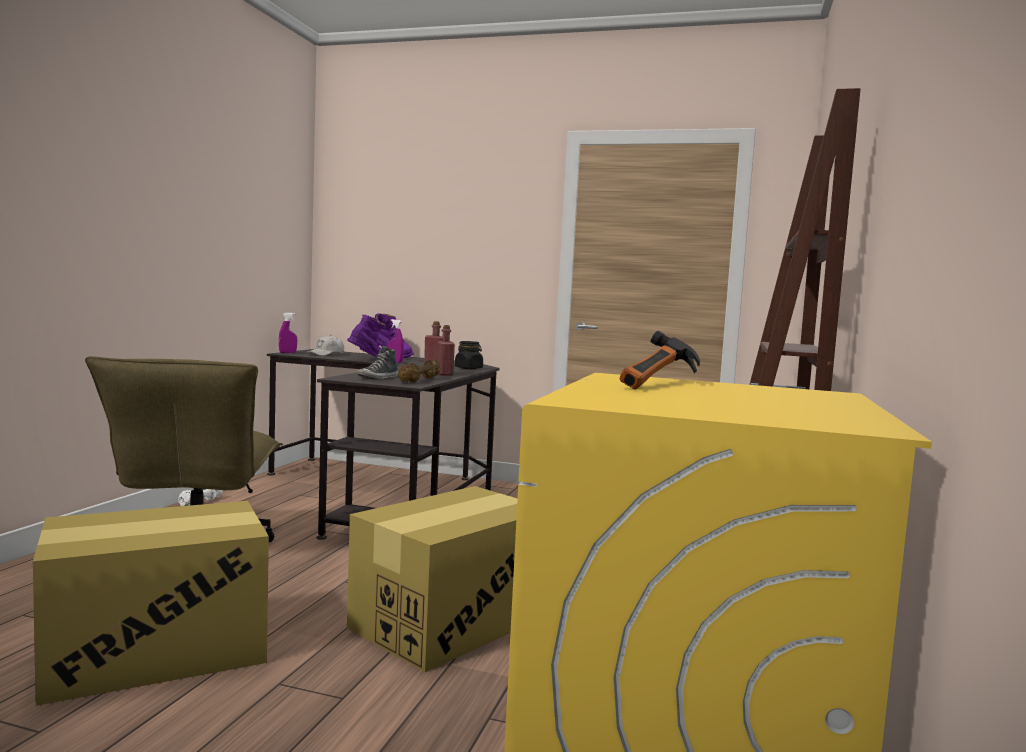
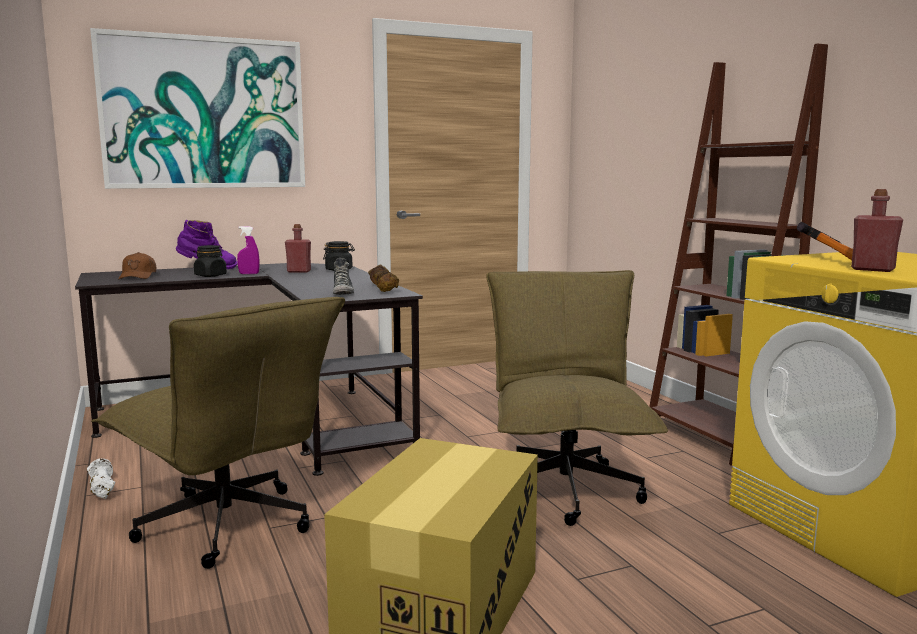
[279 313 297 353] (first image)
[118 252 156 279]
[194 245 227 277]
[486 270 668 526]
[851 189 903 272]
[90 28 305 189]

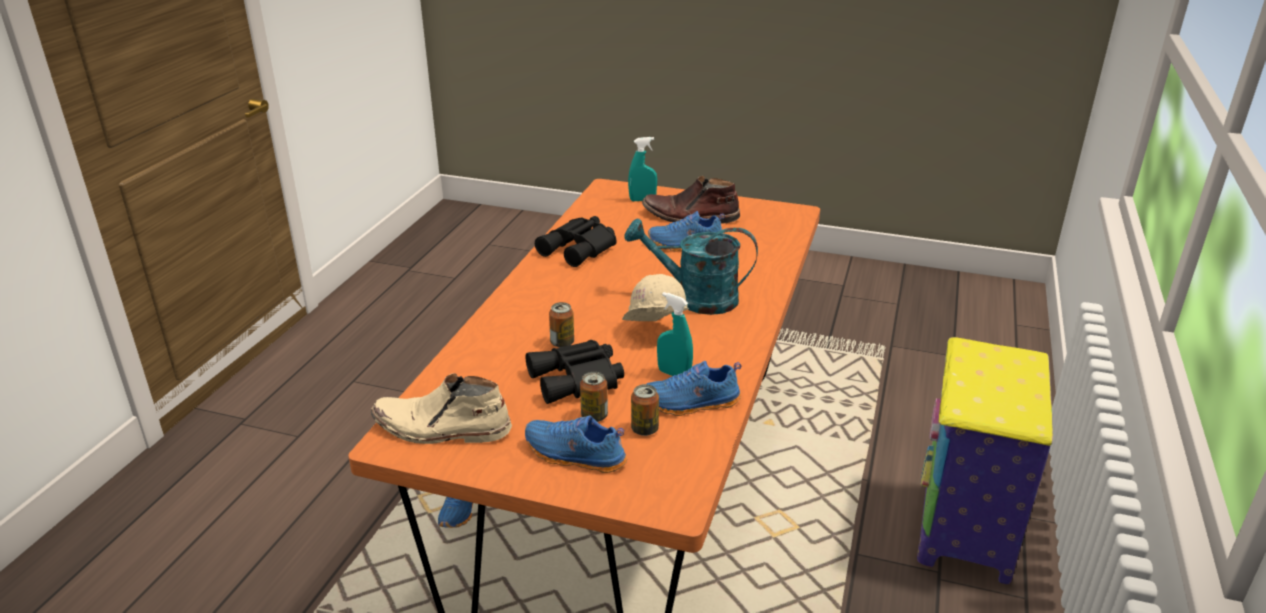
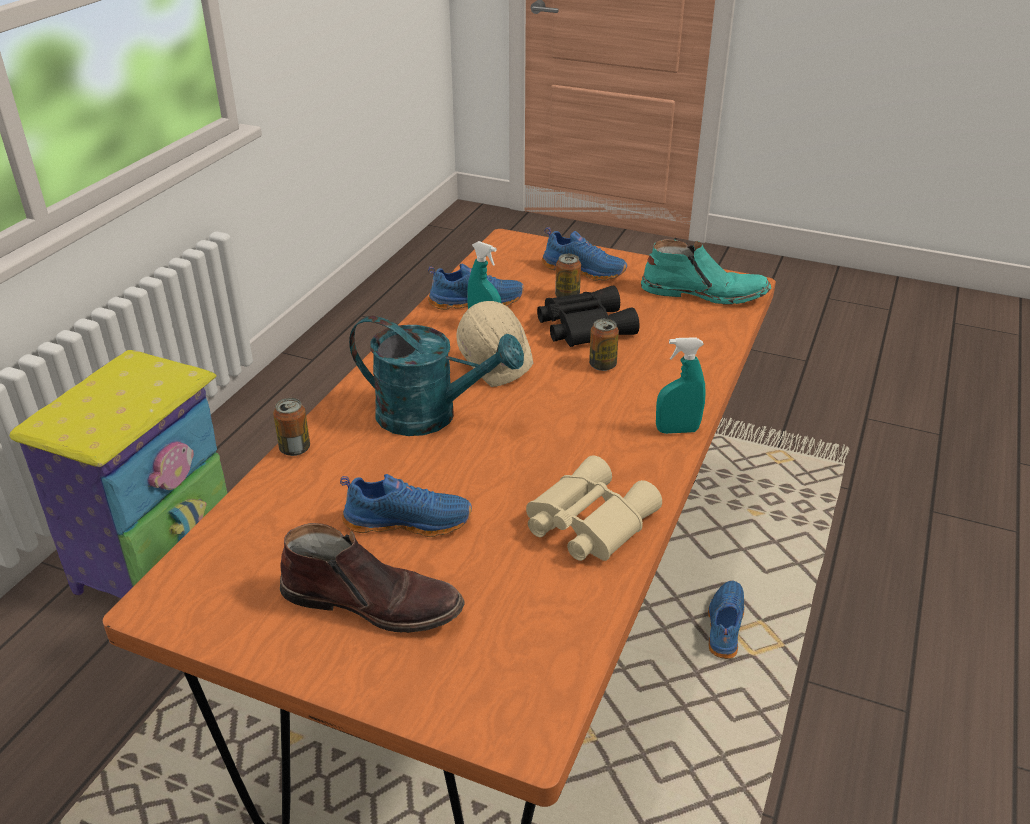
[641 239 771 304]
[526 455 662 561]
[656 337 706 434]
[273 398 310 456]

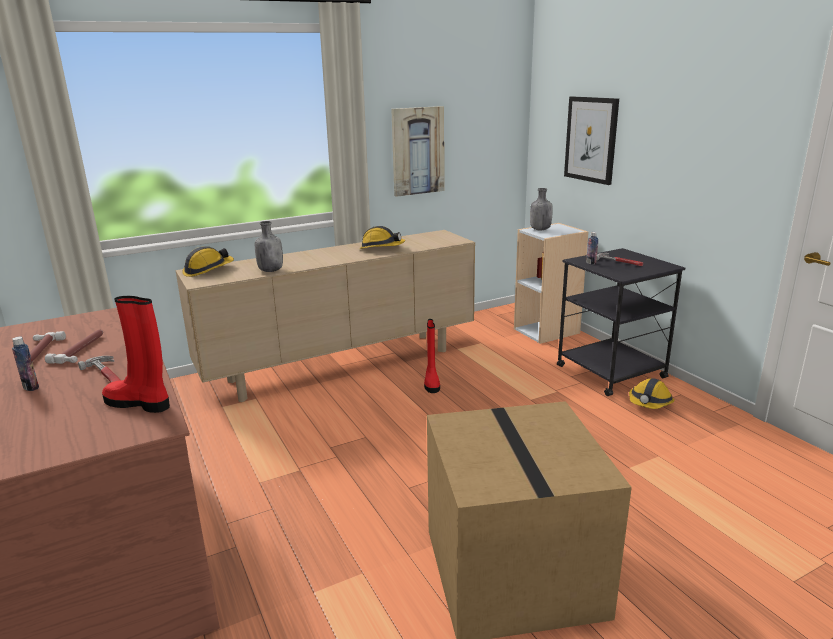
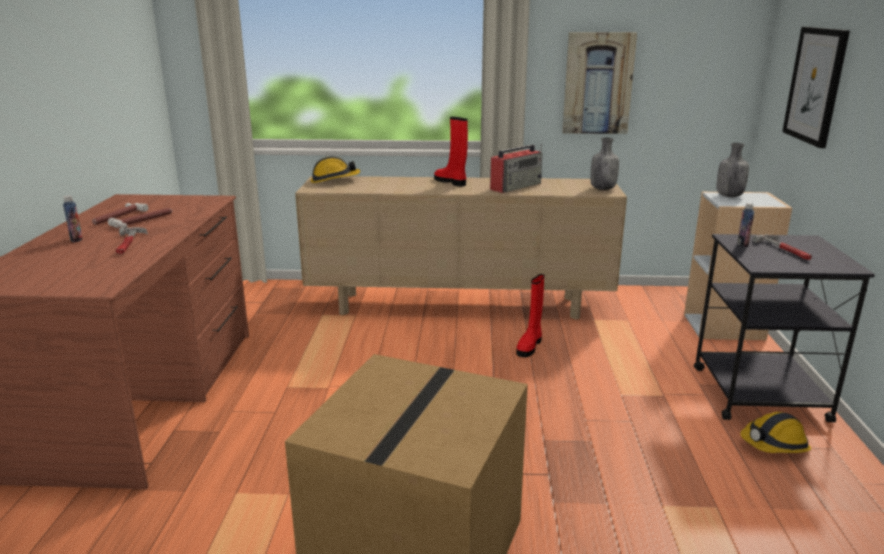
[434 117 468 186]
[590 138 619 190]
[490 143 542 193]

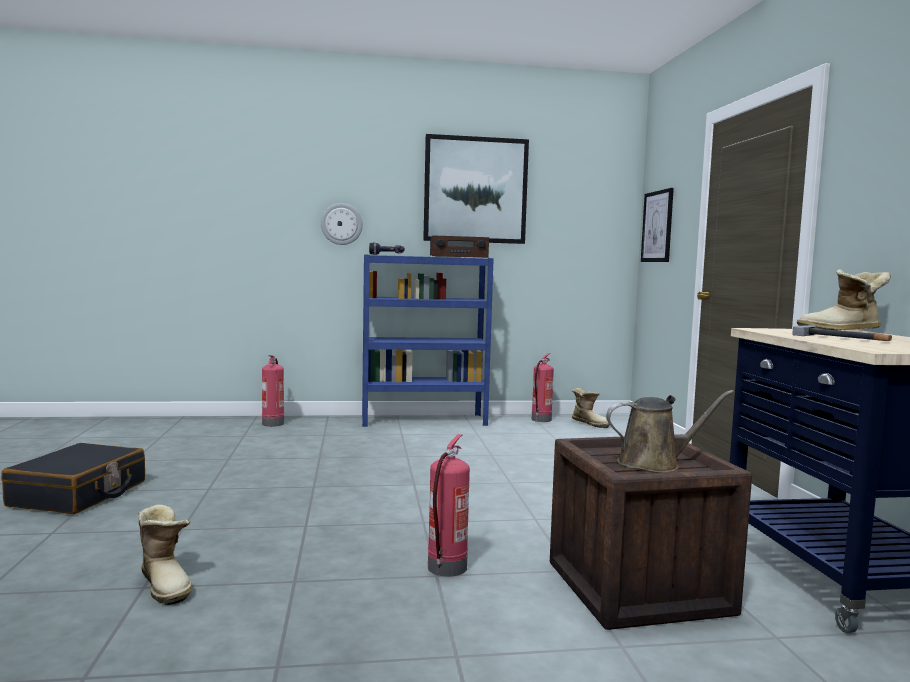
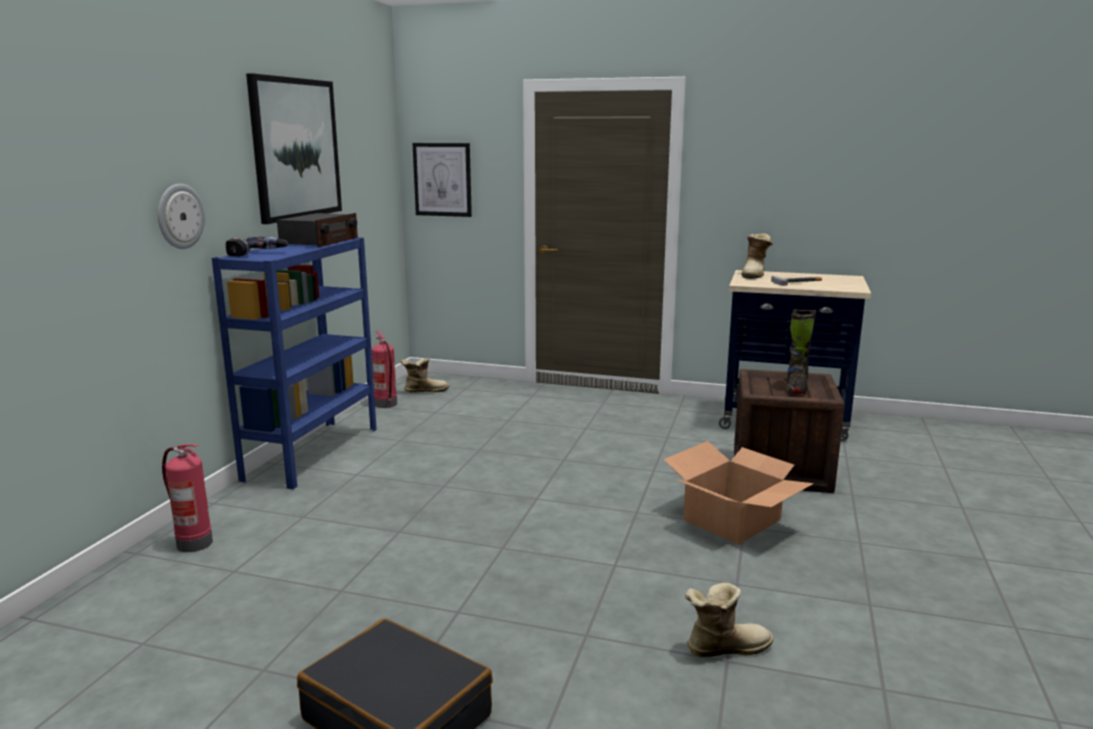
[663 441 814 545]
[786 309 816 394]

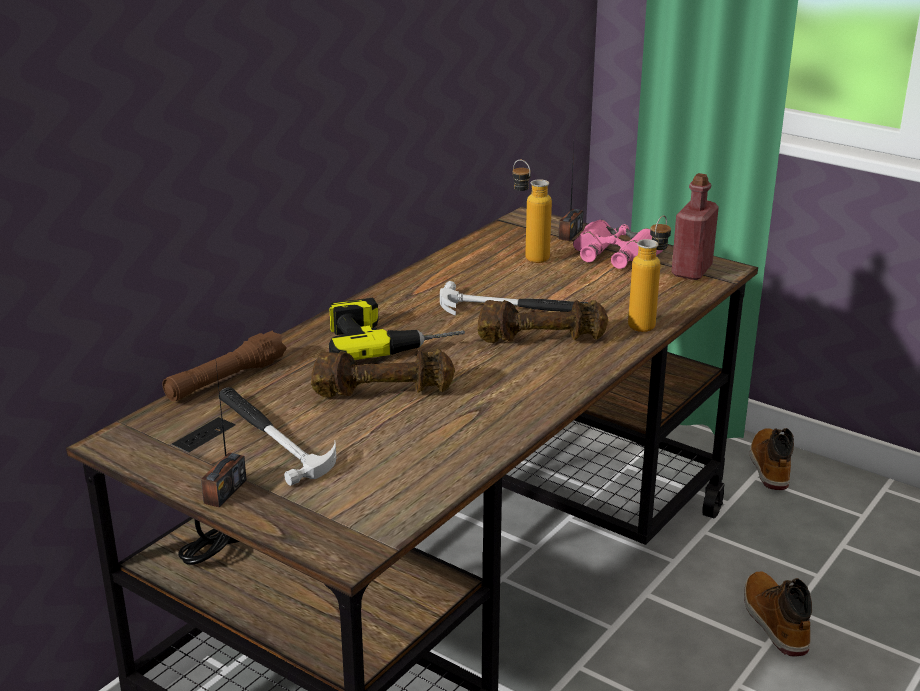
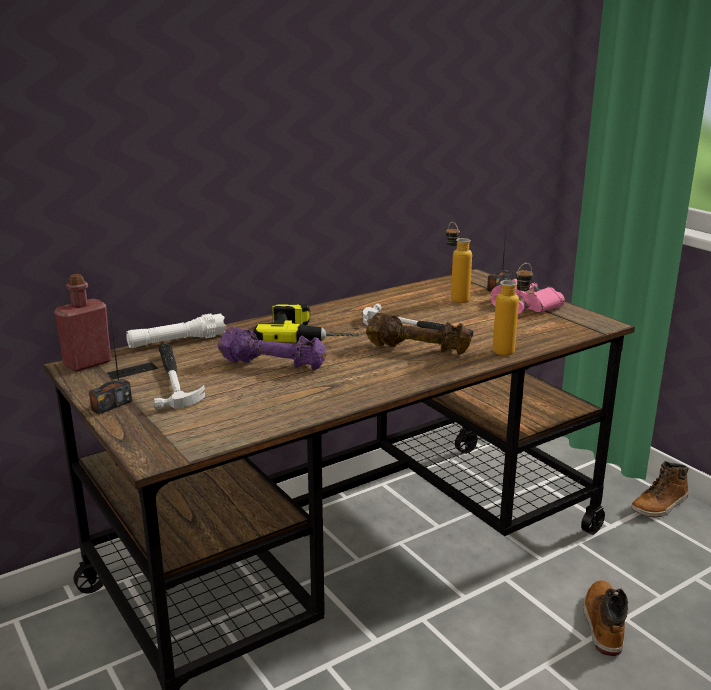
[126 313 227 348]
[218 327 326 370]
[54 274 111 372]
[631 461 689 518]

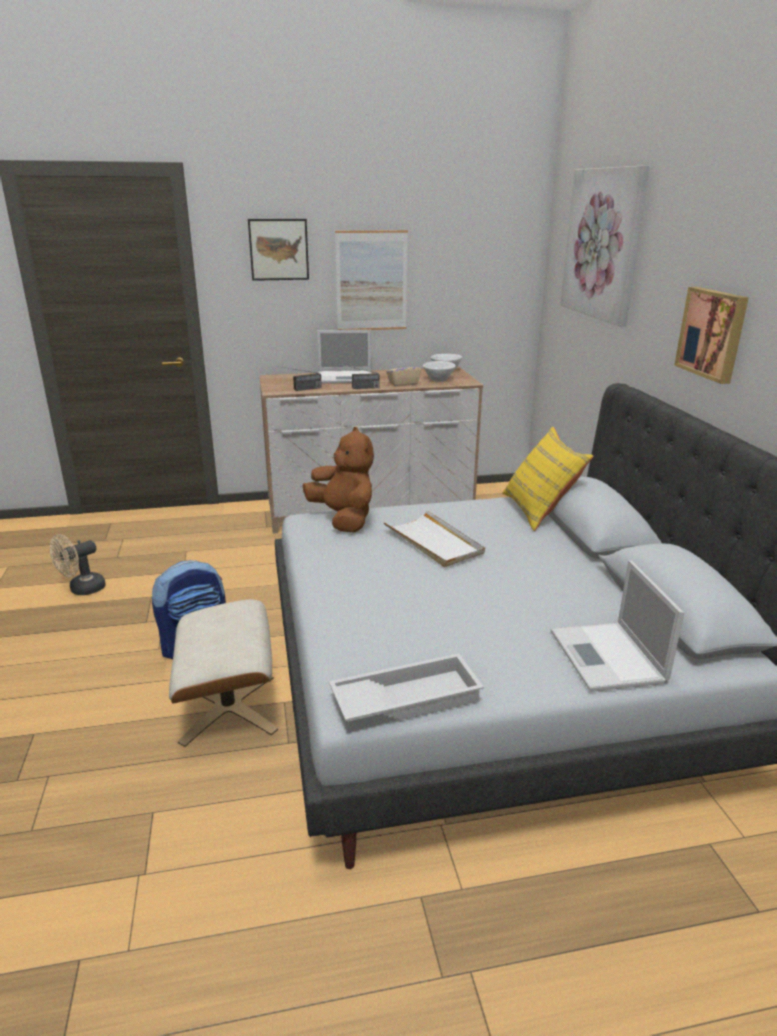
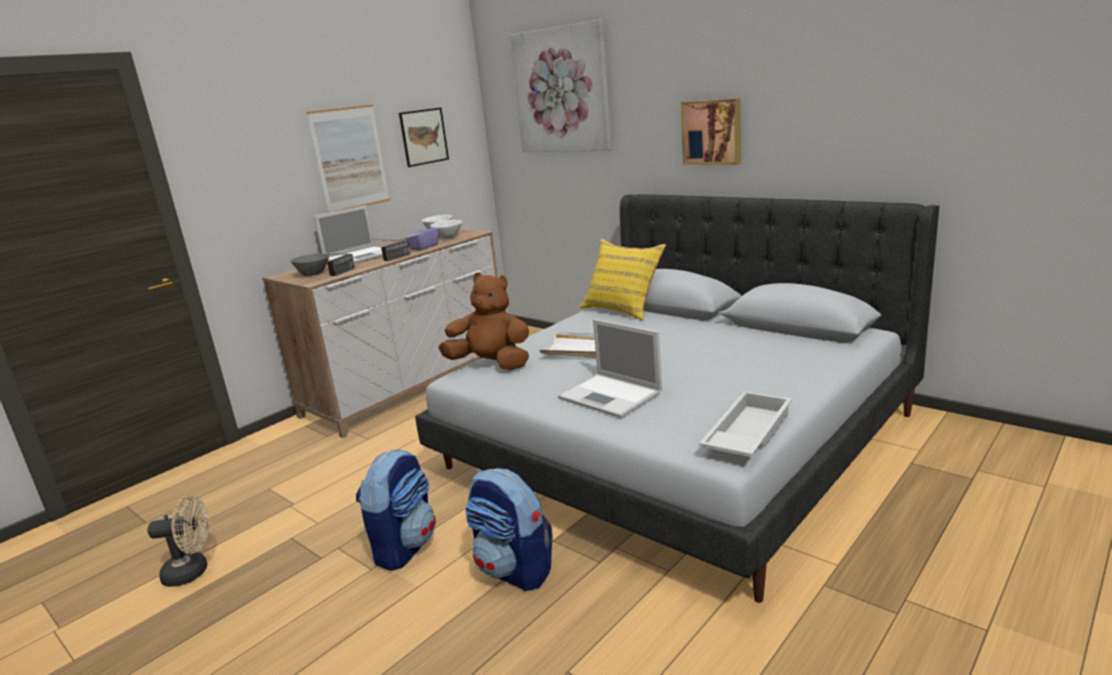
[148 495 210 587]
[465 468 553 591]
[399 108 449 167]
[405 222 439 250]
[558 319 662 418]
[291 253 329 276]

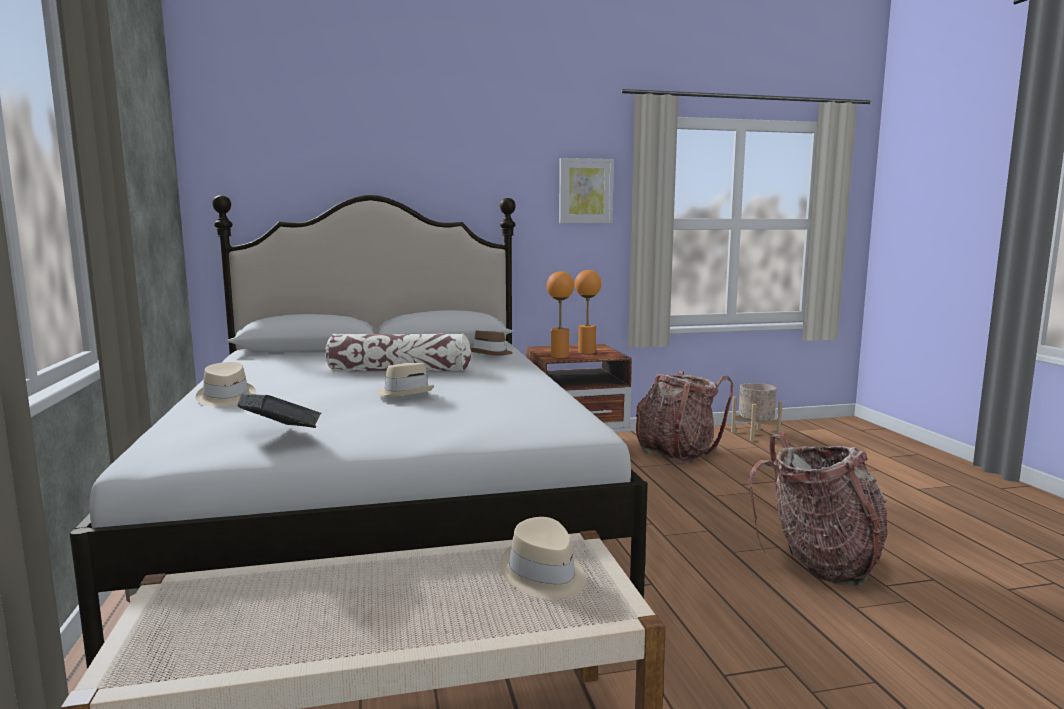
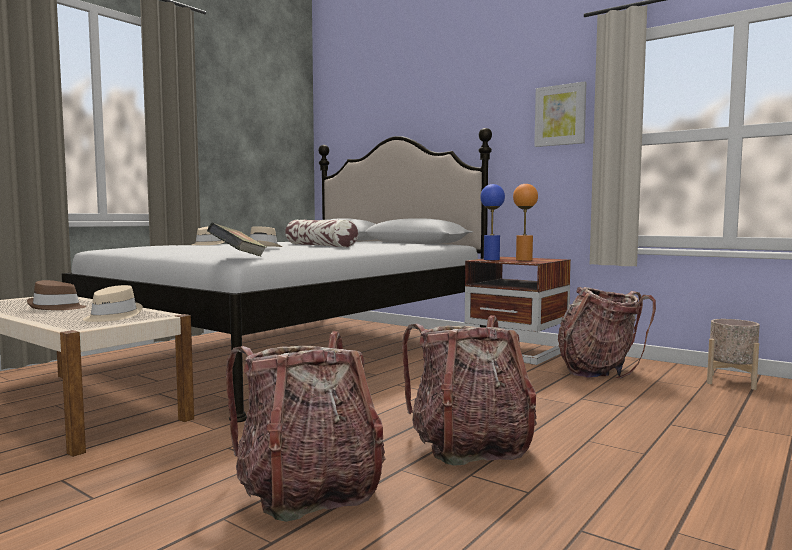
[207 223 267 257]
[27 280 87 310]
[480 184 505 260]
[226 331 386 522]

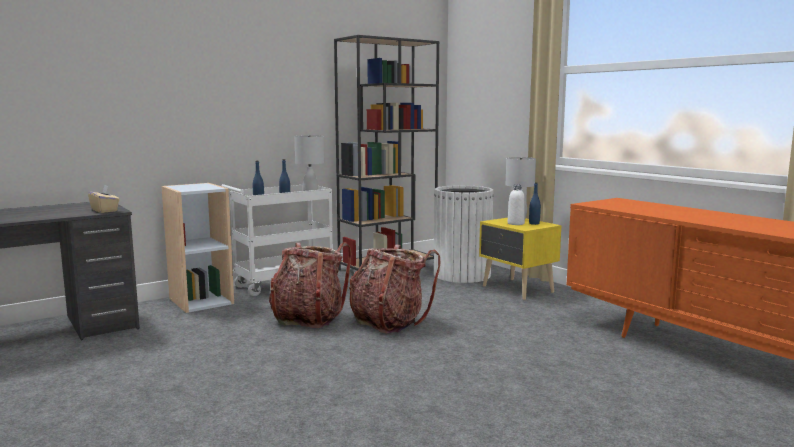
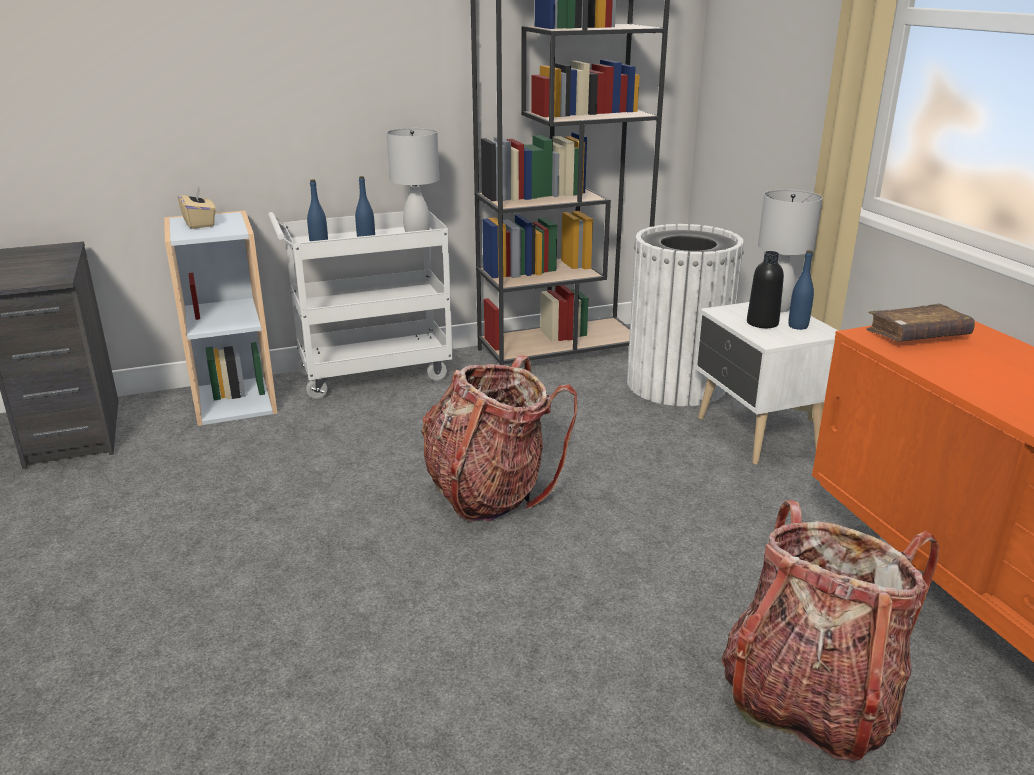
[178 186 216 229]
[721 500 940 762]
[695 302 838 465]
[747 251 784 328]
[867 303 975 342]

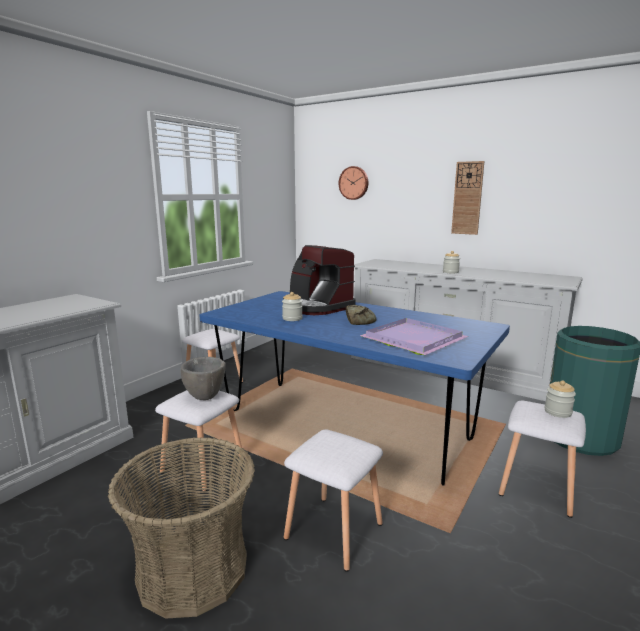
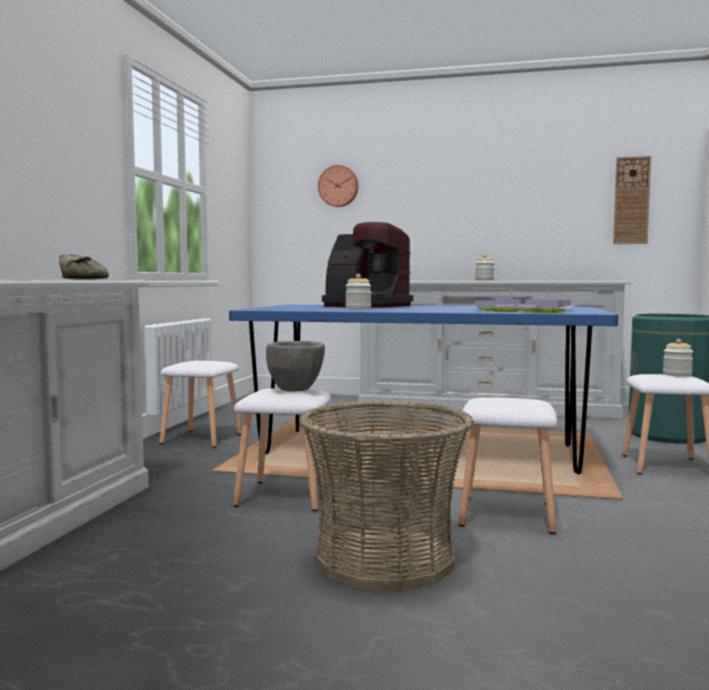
[59 255 109 280]
[613 156 651 244]

